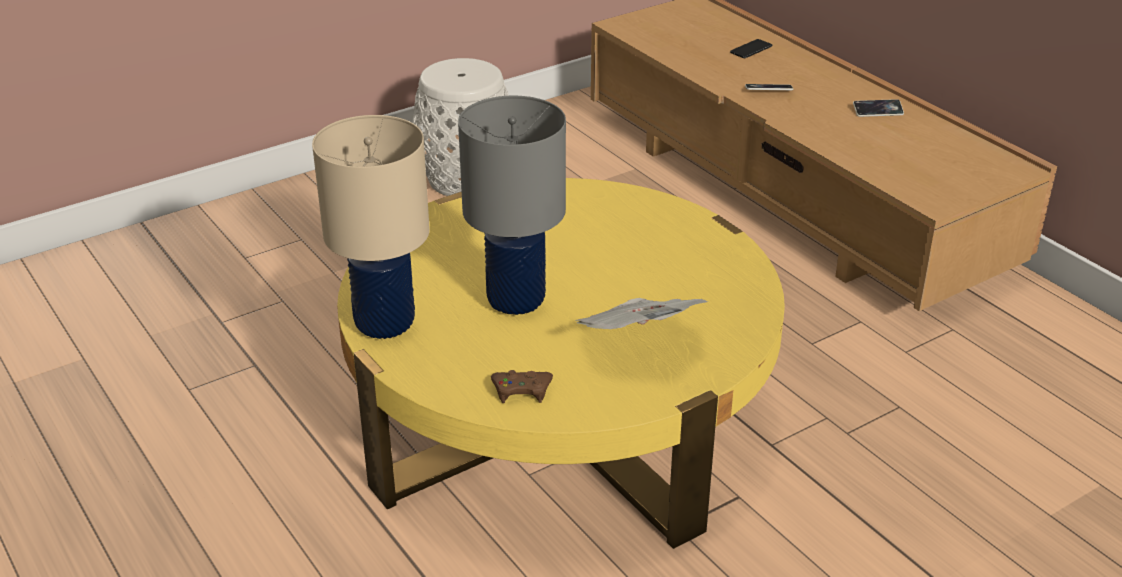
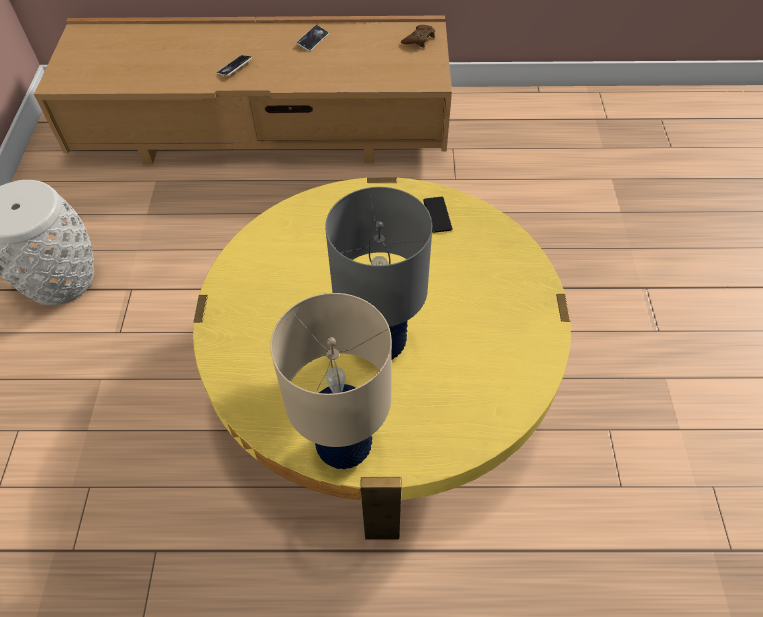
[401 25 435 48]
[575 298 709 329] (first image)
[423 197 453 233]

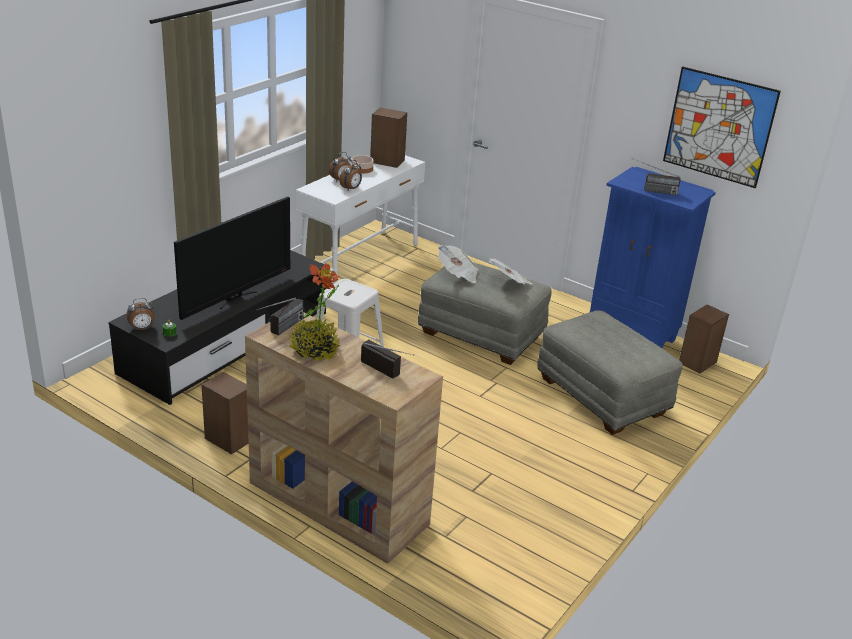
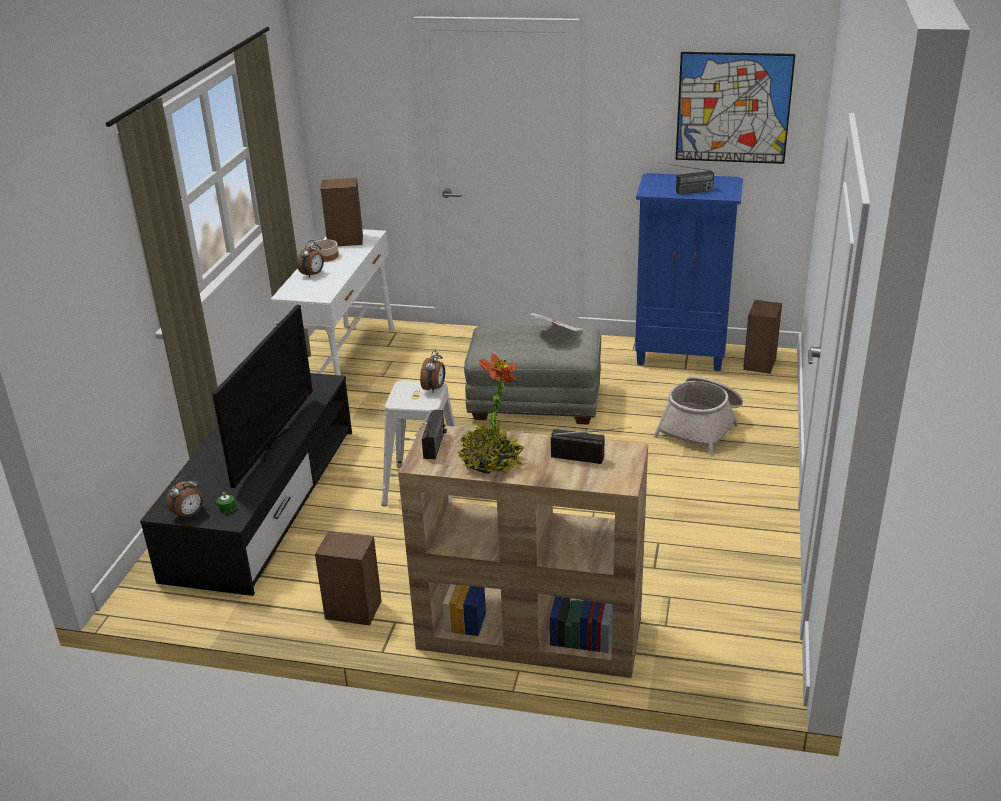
[420 350 445 392]
[438 245 478 283] (first image)
[653 376 743 455]

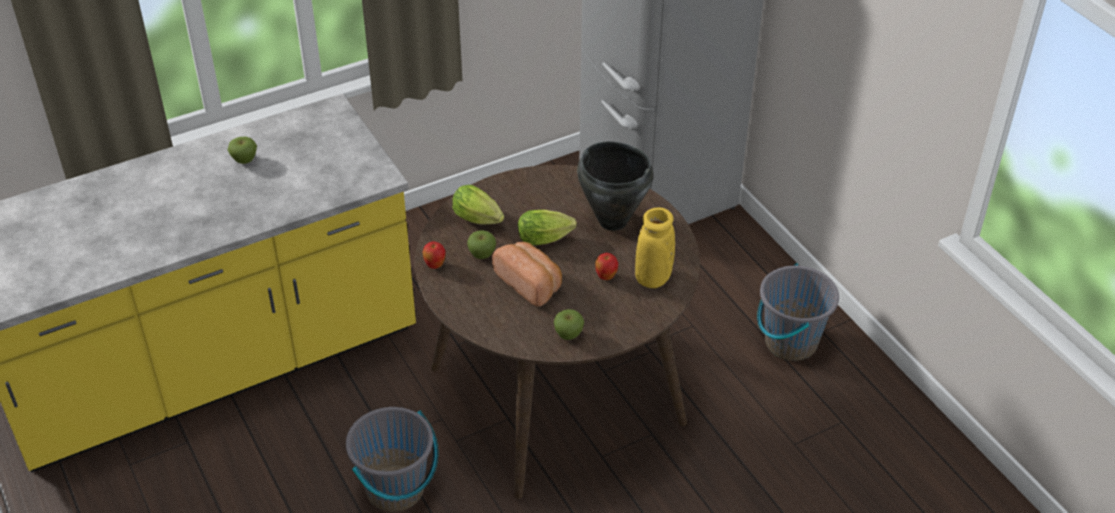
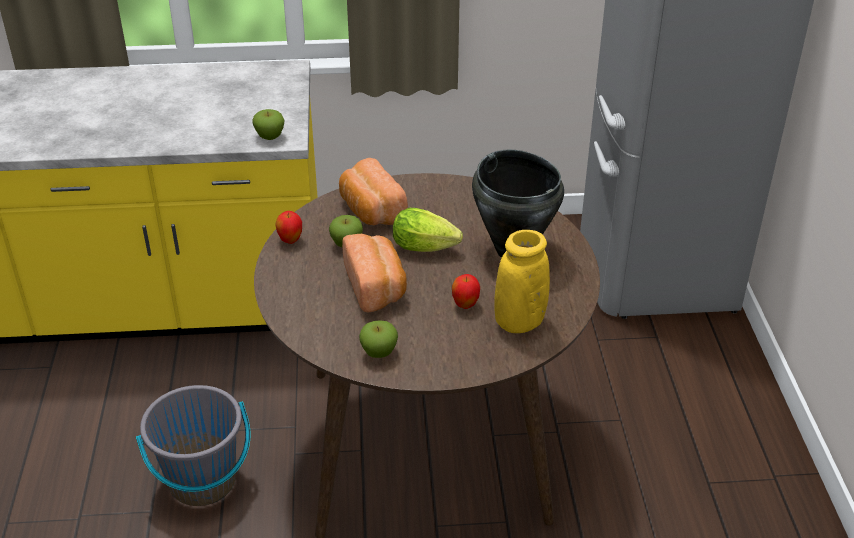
[252 109 284 140]
[339 158 408 225]
[757 263 839 361] (first image)

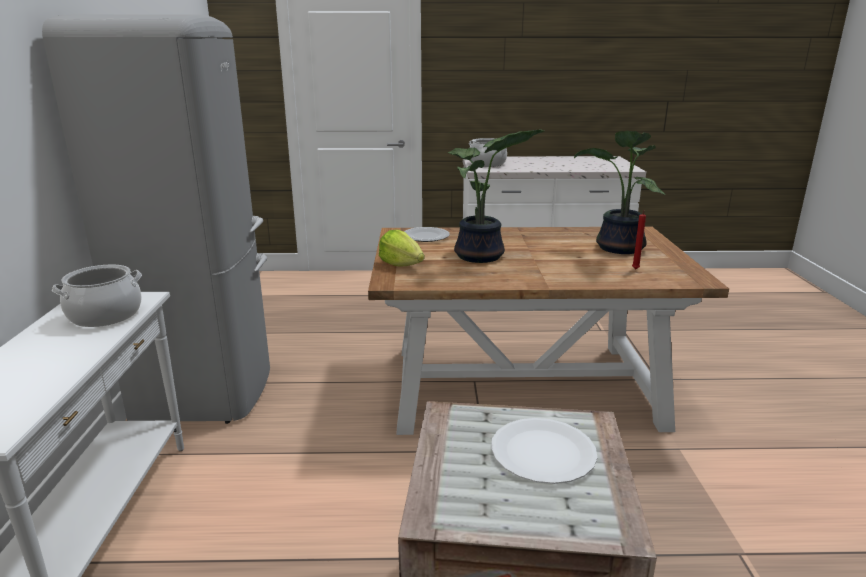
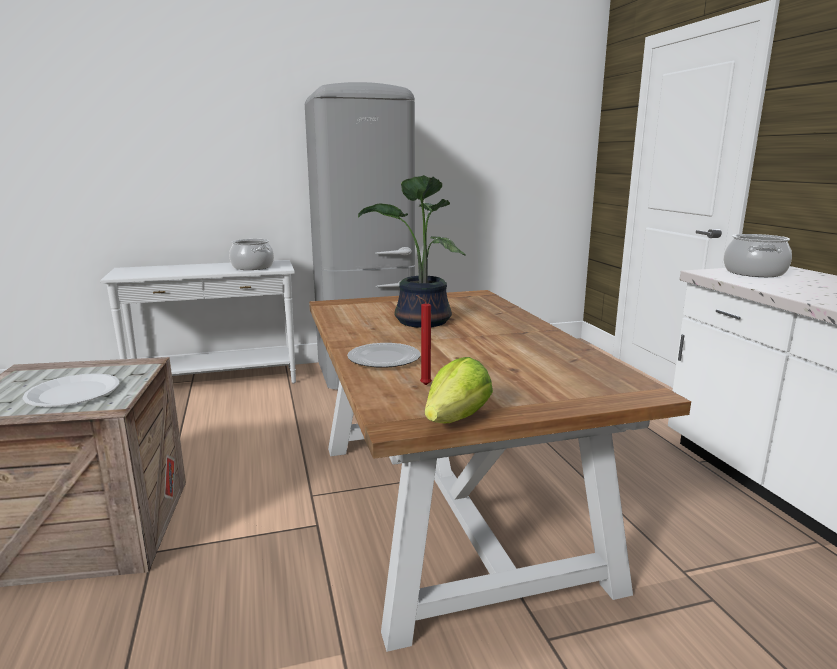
[425 357 493 423]
[347 343 421 368]
[574 131 665 254] (first image)

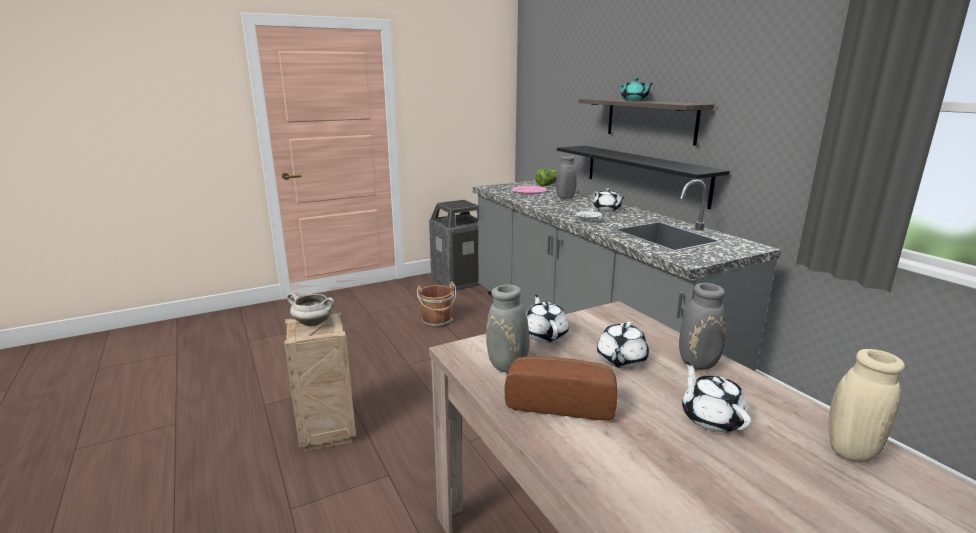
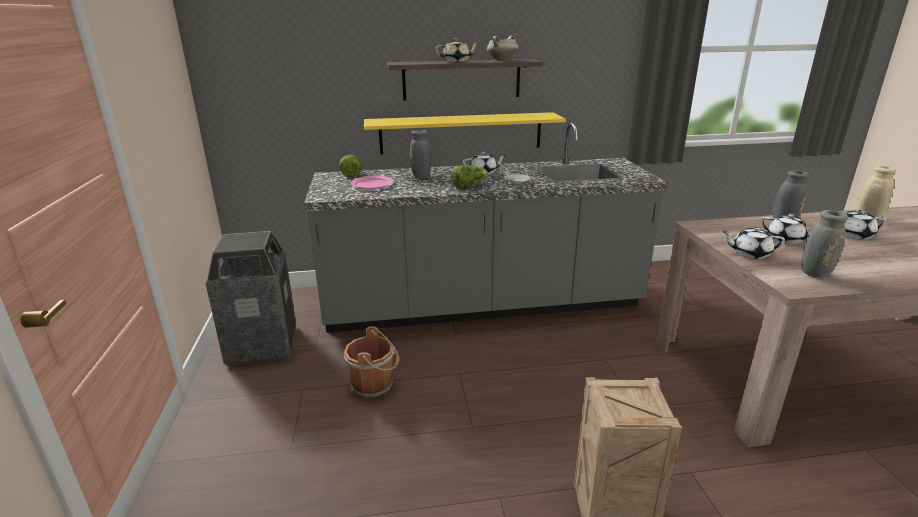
[487 35 519 61]
[504 356 618 421] (first image)
[364 112 566 154]
[435 38 479 62]
[451 165 488 189]

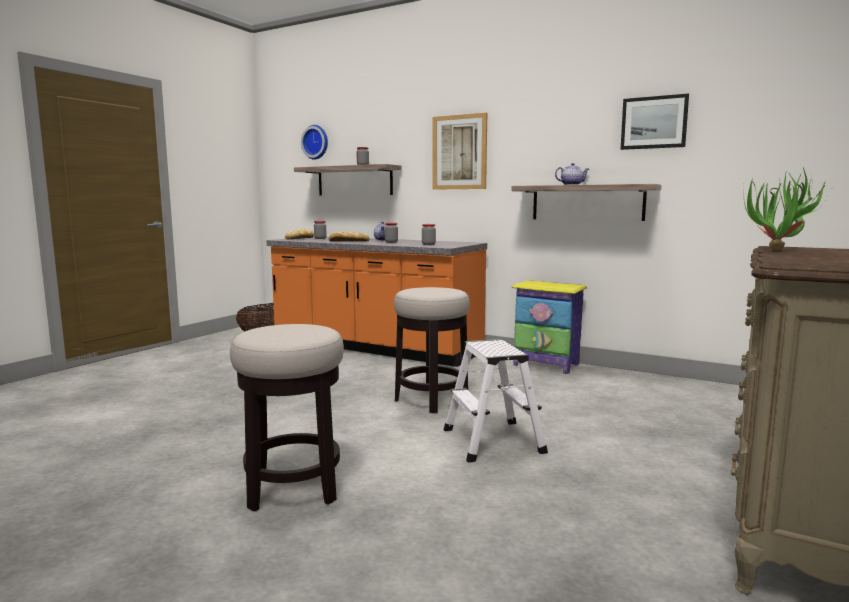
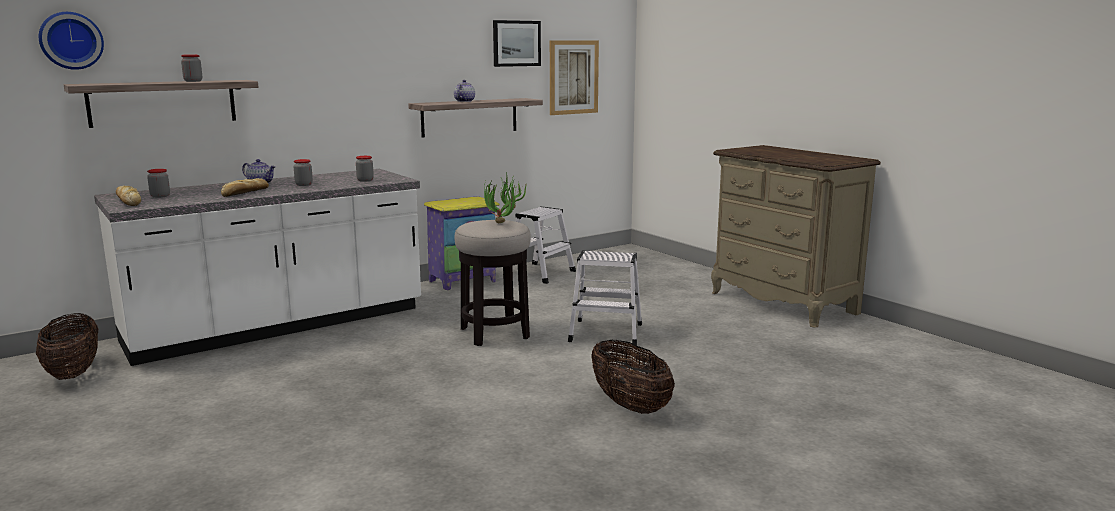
[591 340 675 414]
[94 169 421 366]
[550 40 599 115]
[484 173 526 223]
[515 206 576 284]

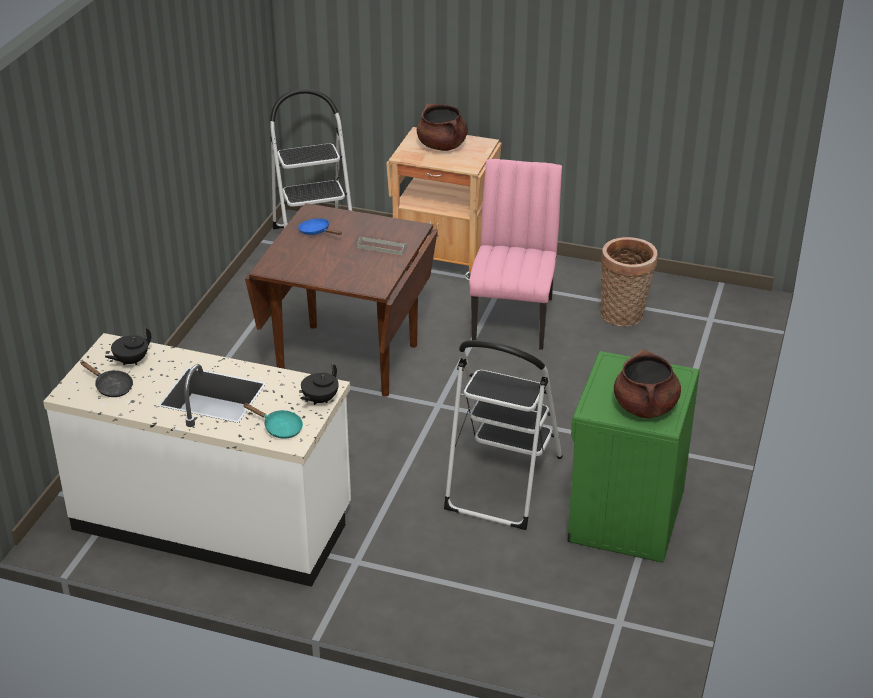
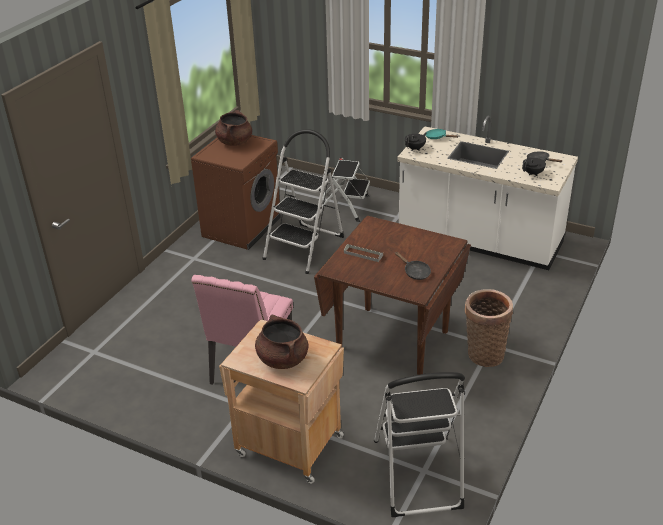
[395 252 431 280]
[191 135 281 250]
[465 289 513 367]
[321 157 370 222]

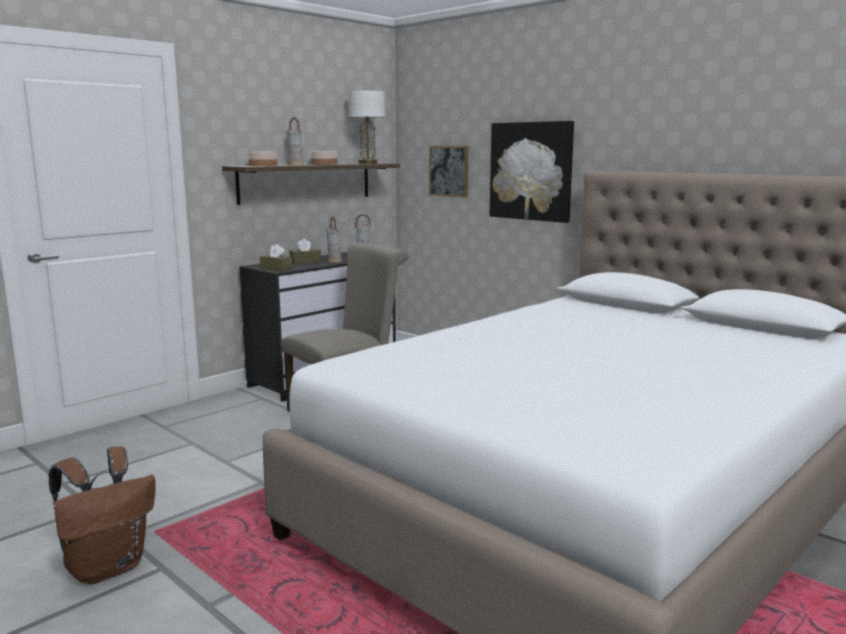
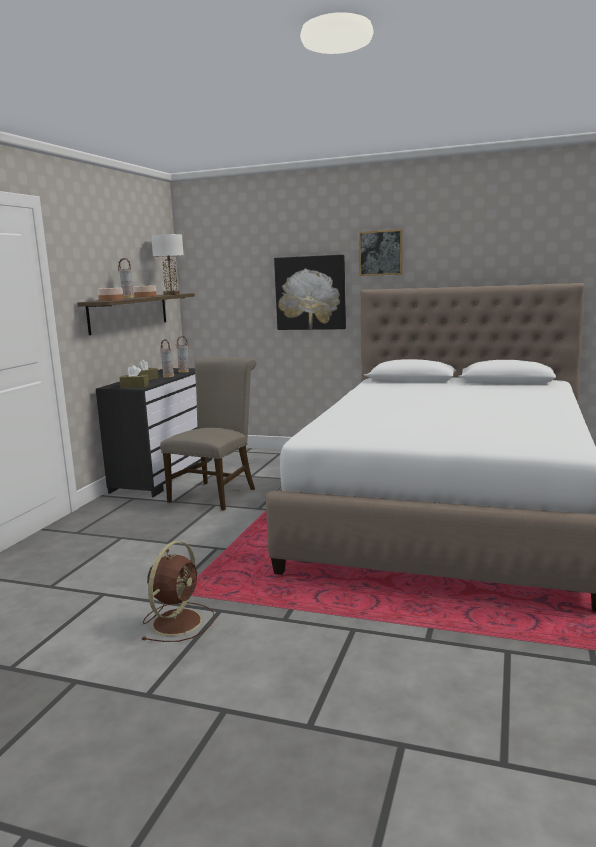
[141 541 215 642]
[359 229 402 276]

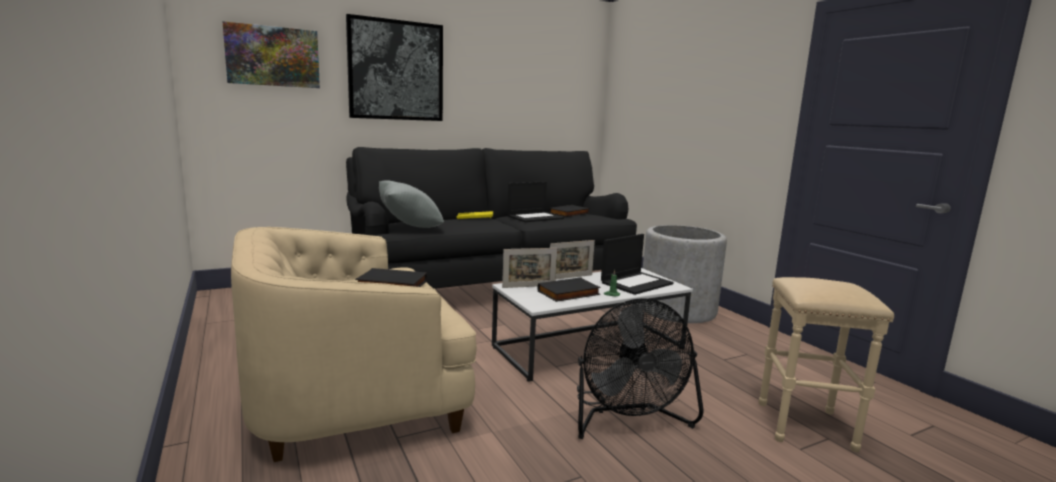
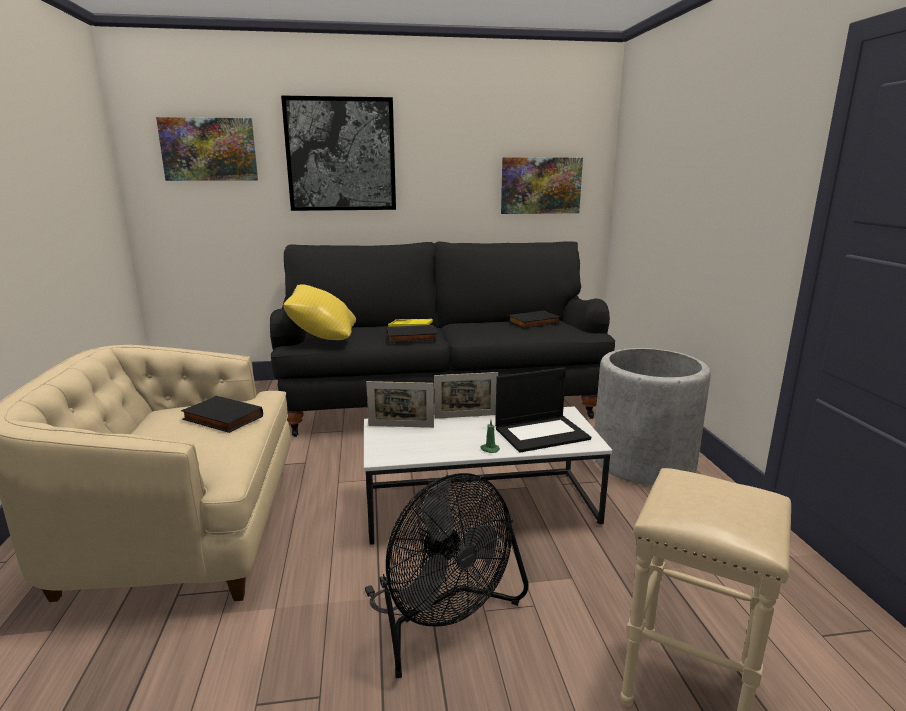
[283 285 356 340]
[507 181 564 222] (first image)
[387 325 437 343]
[365 473 529 678]
[501 157 583 214]

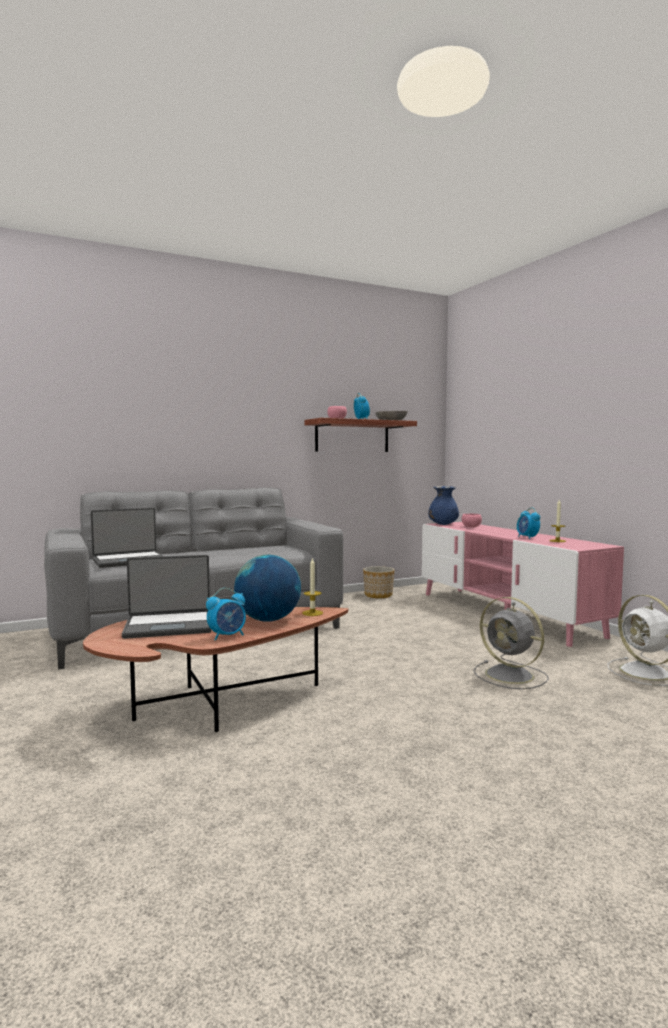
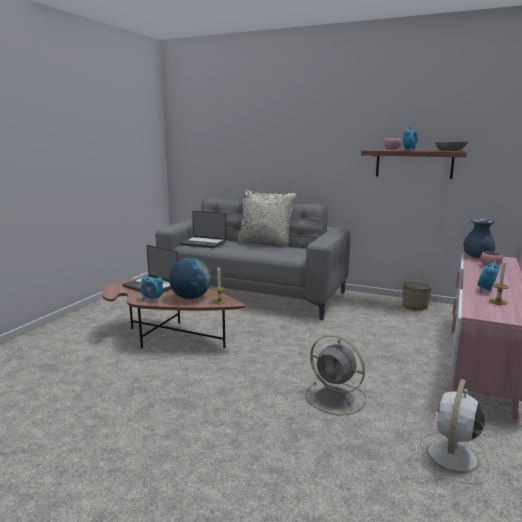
[305 335 367 415]
[238 190 296 246]

